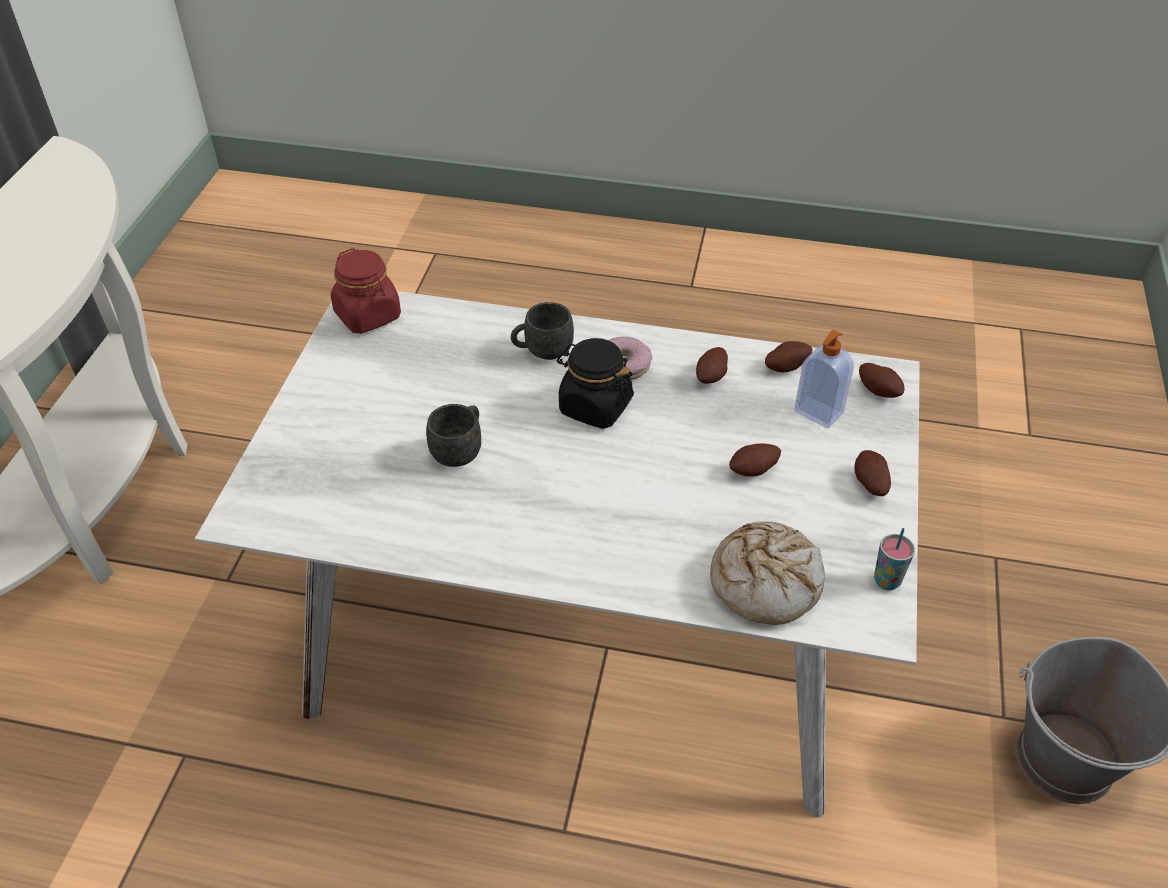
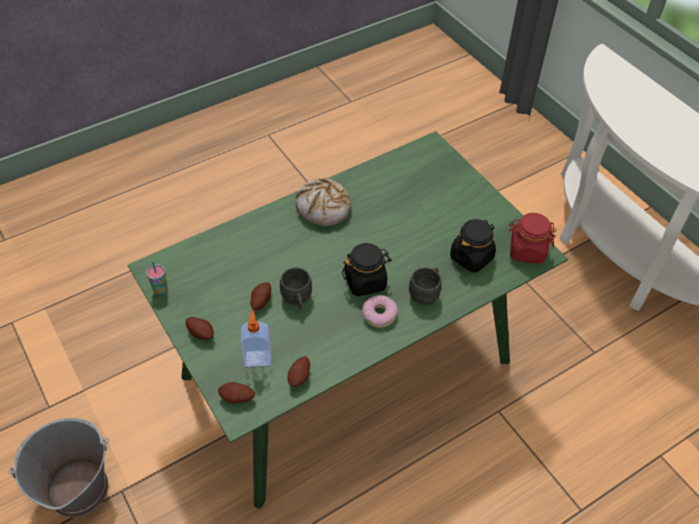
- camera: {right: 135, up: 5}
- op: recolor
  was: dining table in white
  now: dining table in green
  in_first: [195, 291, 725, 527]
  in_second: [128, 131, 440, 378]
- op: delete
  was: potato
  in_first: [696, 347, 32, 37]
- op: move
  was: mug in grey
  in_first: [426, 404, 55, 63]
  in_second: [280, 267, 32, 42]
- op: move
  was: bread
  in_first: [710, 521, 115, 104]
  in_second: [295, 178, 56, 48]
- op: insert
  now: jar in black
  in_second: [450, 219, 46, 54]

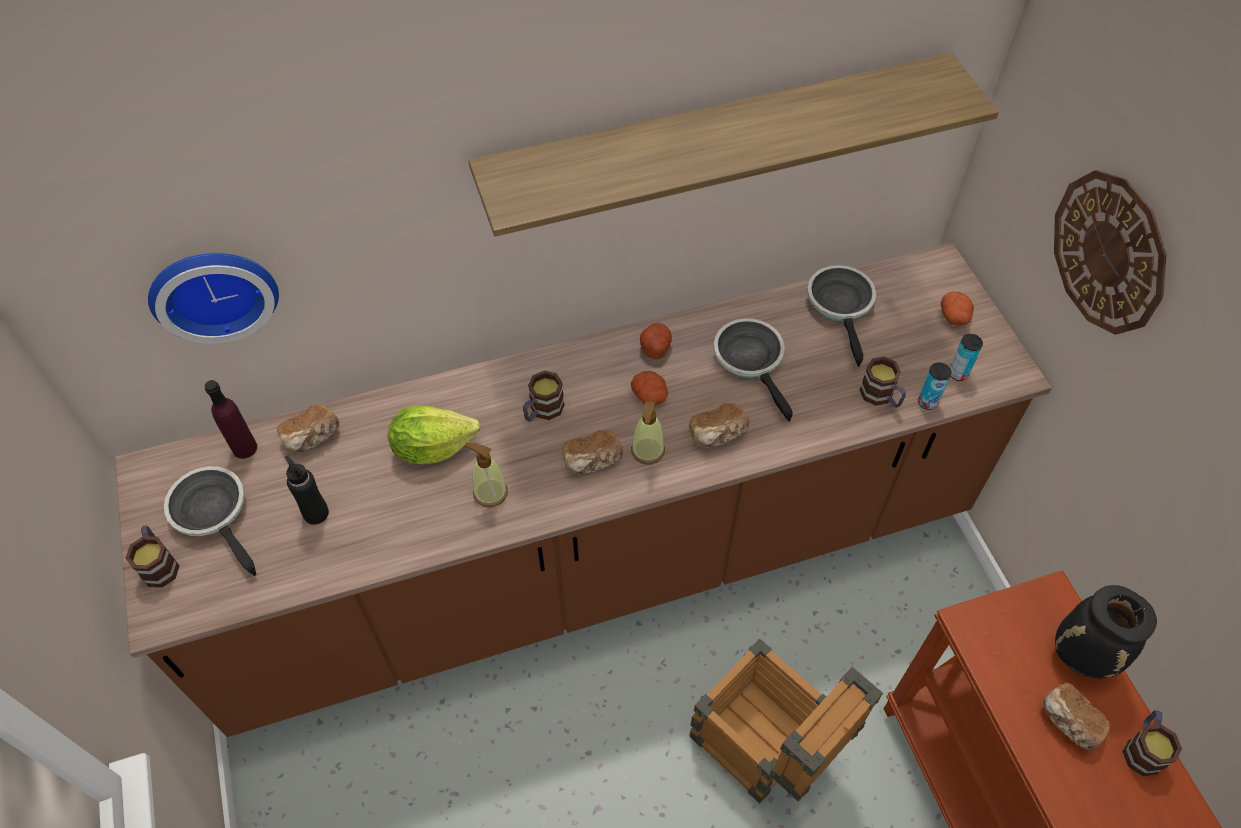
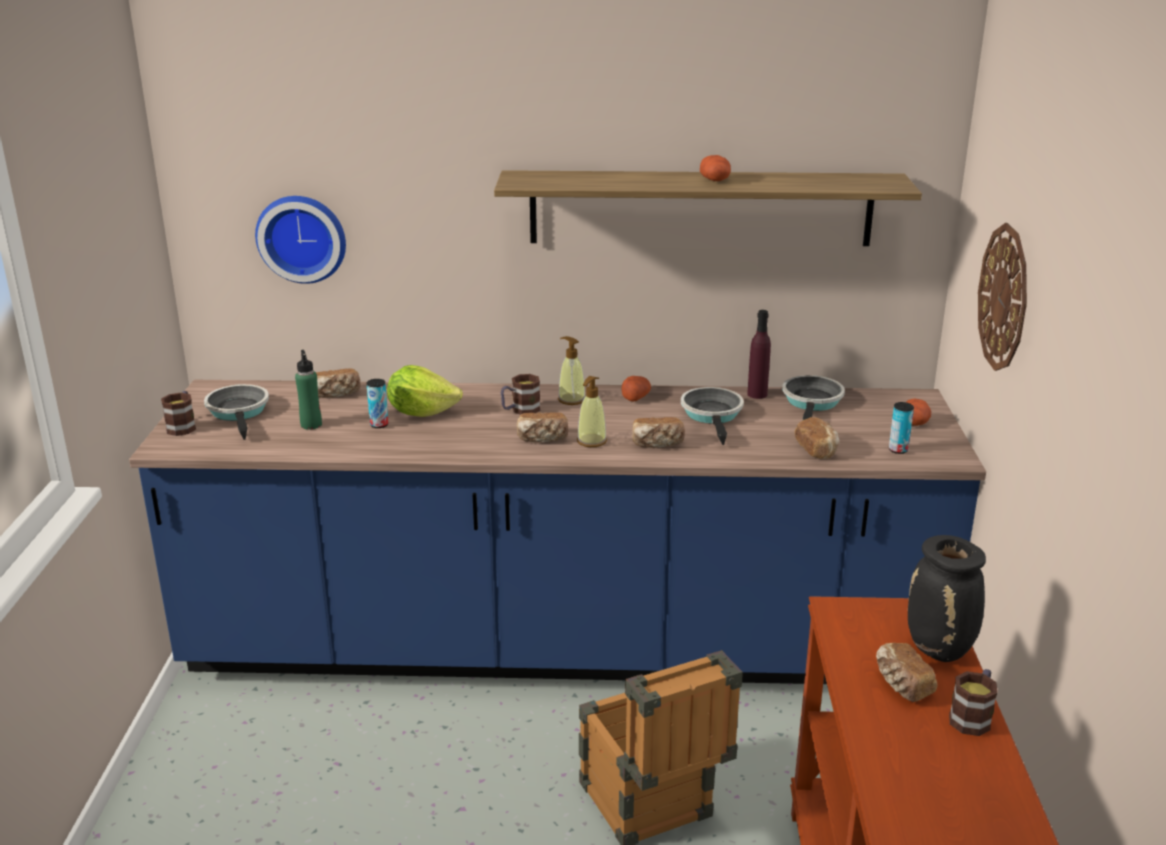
- camera: {right: 20, up: -30}
- op: recolor
  was: counter in brown
  now: counter in blue
  in_first: [115, 242, 937, 495]
  in_second: [129, 380, 857, 304]
- op: replace
  was: mug
  now: bread
  in_first: [860, 356, 46, 52]
  in_second: [795, 417, 44, 42]
- op: move
  was: can
  in_first: [918, 363, 34, 47]
  in_second: [366, 379, 22, 49]
- op: move
  was: potato
  in_first: [631, 371, 37, 35]
  in_second: [700, 155, 31, 26]
- op: move
  was: bottle in purple
  in_first: [205, 380, 52, 79]
  in_second: [747, 310, 24, 89]
- op: move
  was: soap dispenser
  in_first: [464, 443, 44, 64]
  in_second: [558, 336, 27, 69]
- op: recolor
  was: bottle in black
  now: bottle in green
  in_first: [285, 456, 44, 69]
  in_second: [295, 350, 27, 80]

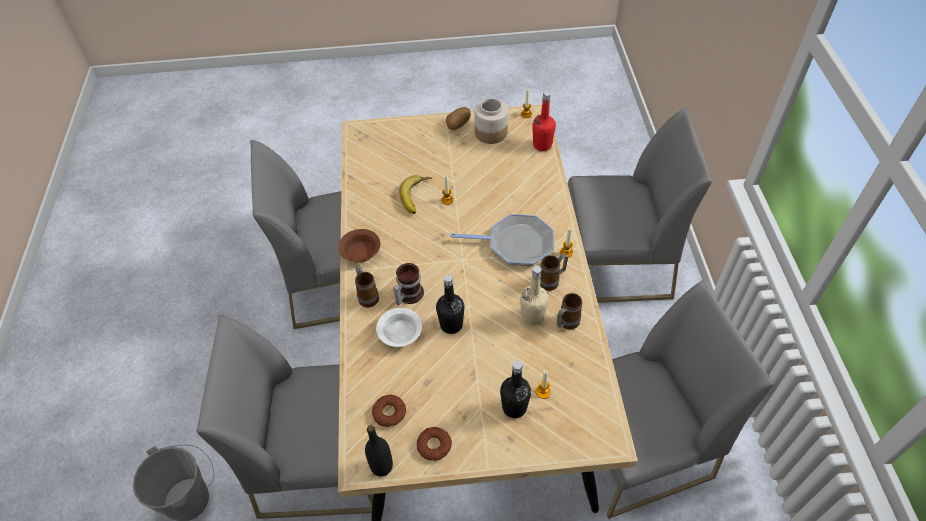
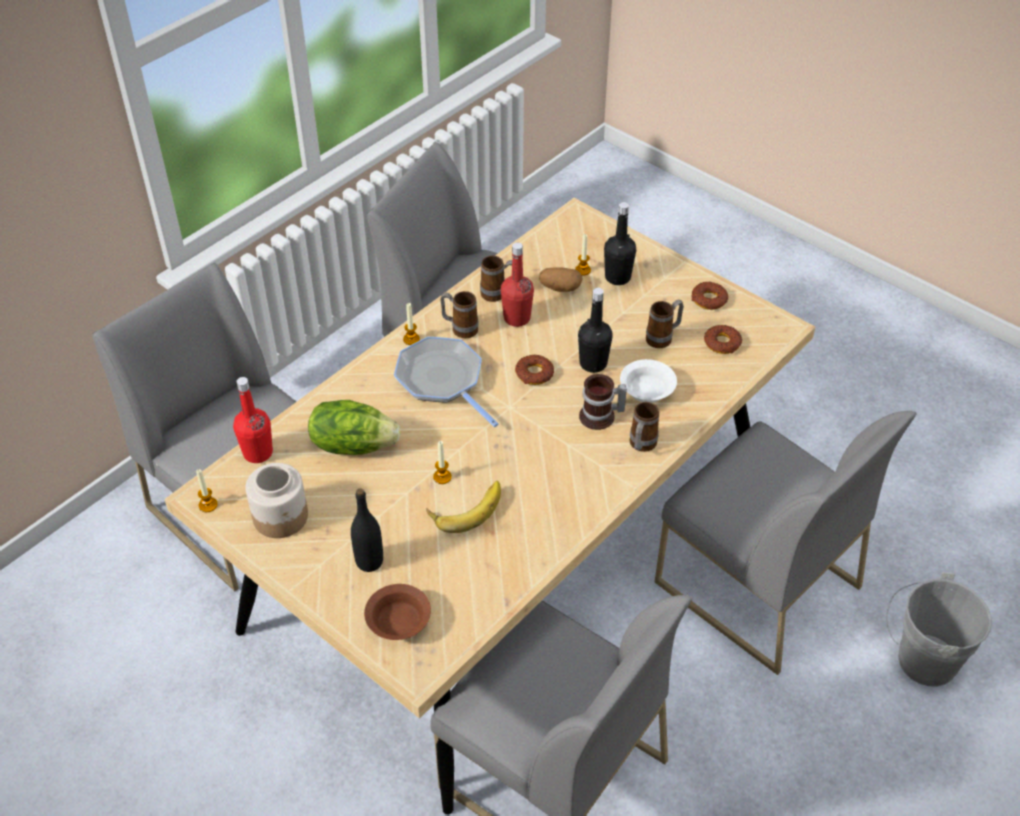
- camera: {right: -135, up: -5}
- op: move
  was: potato
  in_first: [446, 107, 25, 23]
  in_second: [539, 267, 44, 25]
- op: move
  was: bowl in brown
  in_first: [338, 229, 42, 34]
  in_second: [364, 584, 67, 56]
- op: recolor
  was: bottle in beige
  now: bottle in red
  in_first: [520, 266, 28, 59]
  in_second: [501, 242, 33, 85]
- op: move
  was: bottle in black
  in_first: [365, 425, 28, 51]
  in_second: [351, 488, 32, 84]
- op: insert
  now: mug
  in_second: [646, 299, 38, 49]
- op: insert
  now: donut
  in_second: [515, 355, 39, 30]
- op: insert
  now: lettuce
  in_second: [308, 400, 93, 55]

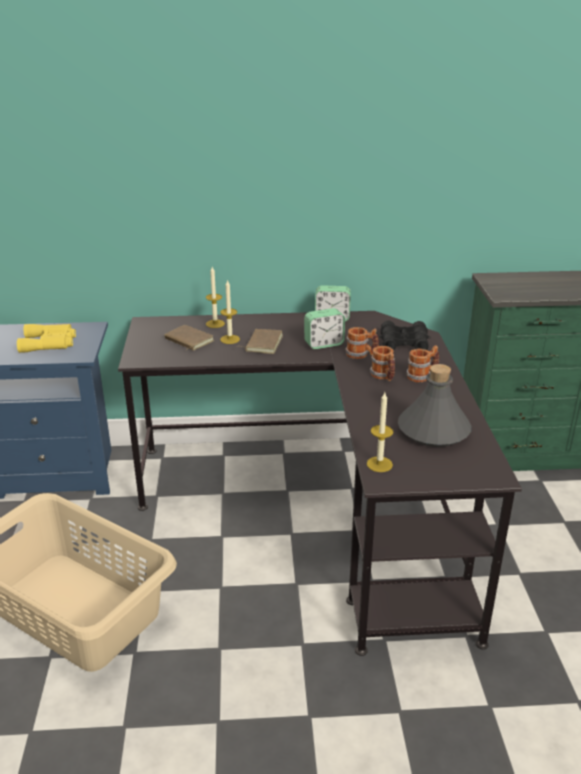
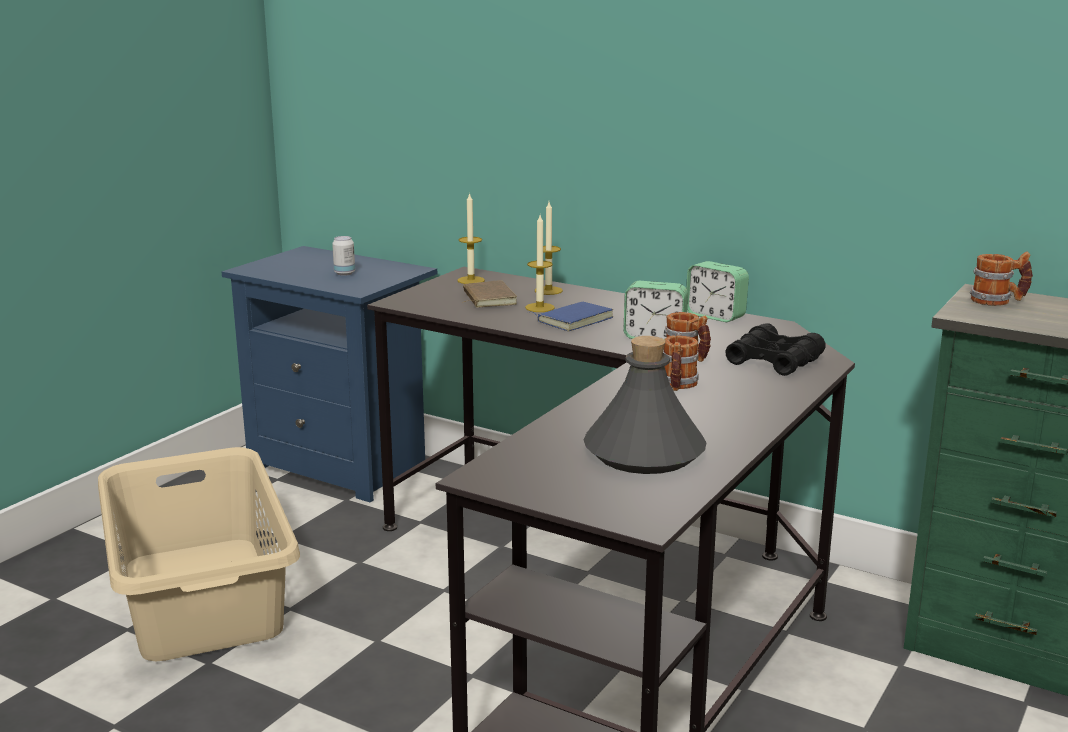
- camera: {right: 35, up: -10}
- op: replace
  was: binoculars in yellow
  now: can
  in_first: [17, 324, 59, 29]
  in_second: [332, 236, 23, 40]
- op: recolor
  was: book in brown
  now: book in blue
  in_first: [236, 329, 47, 25]
  in_second: [532, 302, 81, 29]
- op: move
  was: mug
  in_first: [407, 345, 33, 37]
  in_second: [970, 251, 63, 55]
- op: move
  was: candle
  in_first: [367, 393, 26, 79]
  in_second: [457, 192, 28, 92]

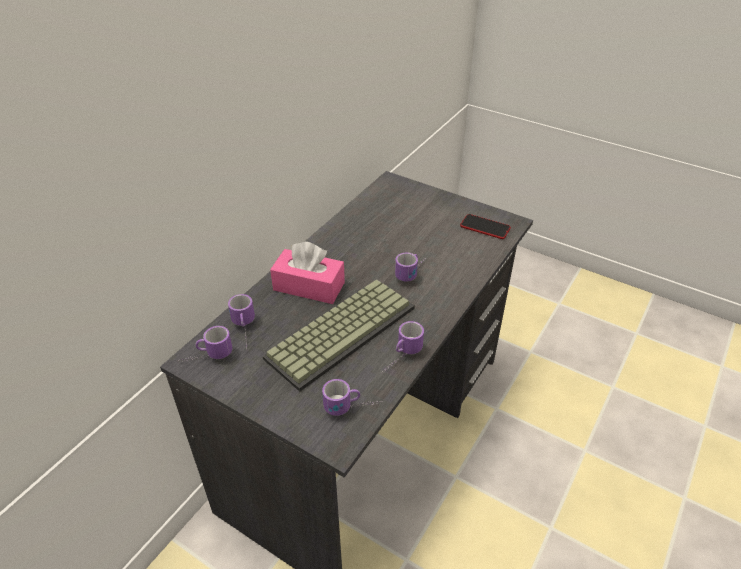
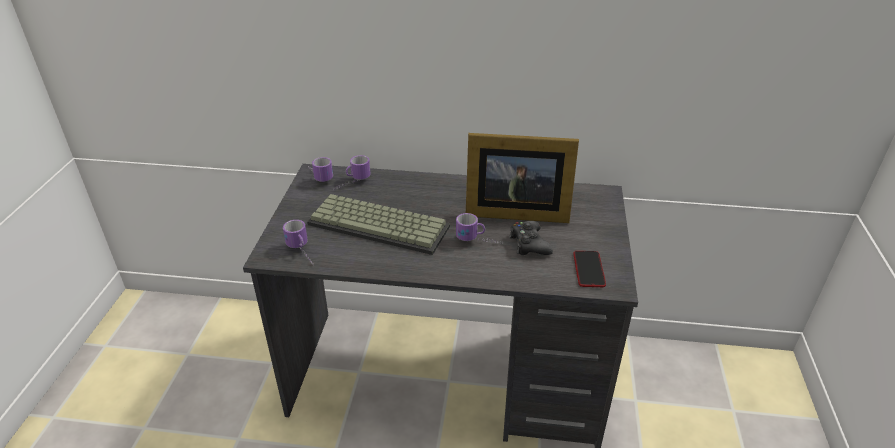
- camera: {right: 65, up: -5}
- op: delete
  was: tissue box in pink
  in_first: [270, 241, 75, 63]
- op: delete
  was: mug
  in_first: [382, 321, 42, 52]
- op: insert
  now: picture frame
  in_second: [466, 133, 113, 90]
- op: insert
  now: game controller in black
  in_second: [509, 221, 44, 34]

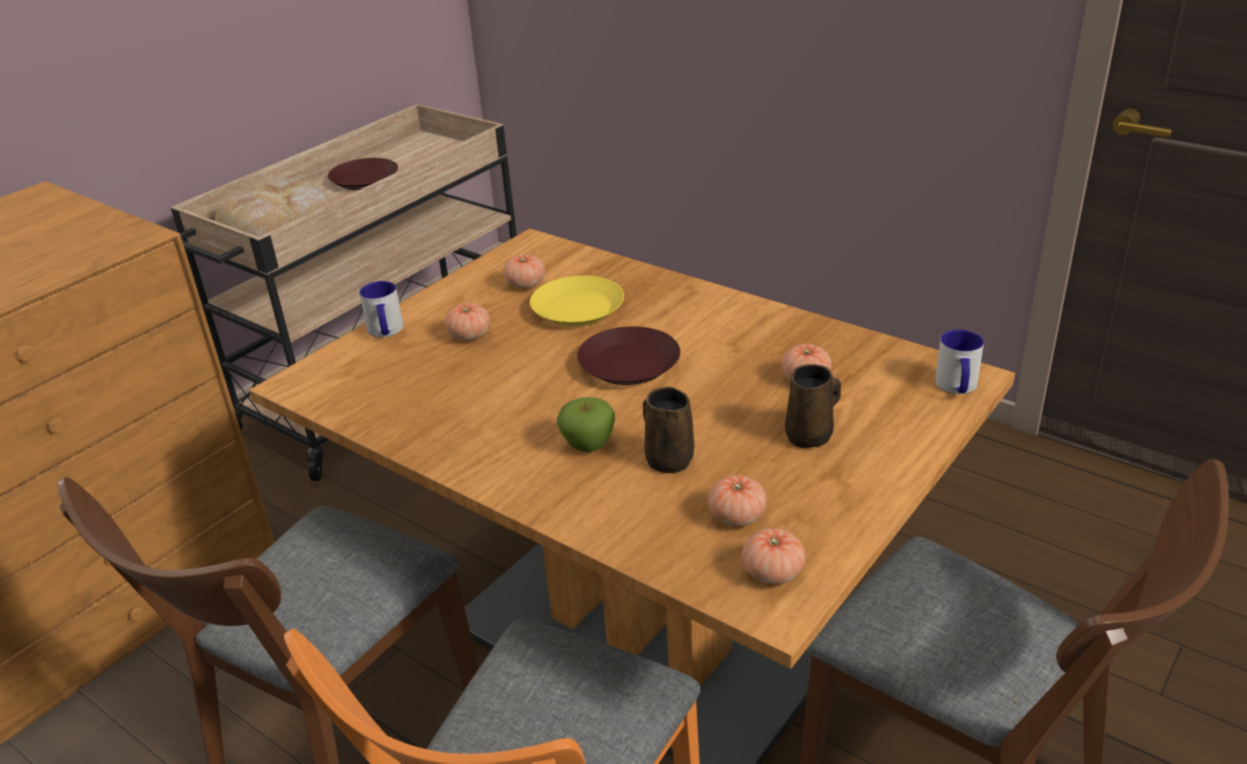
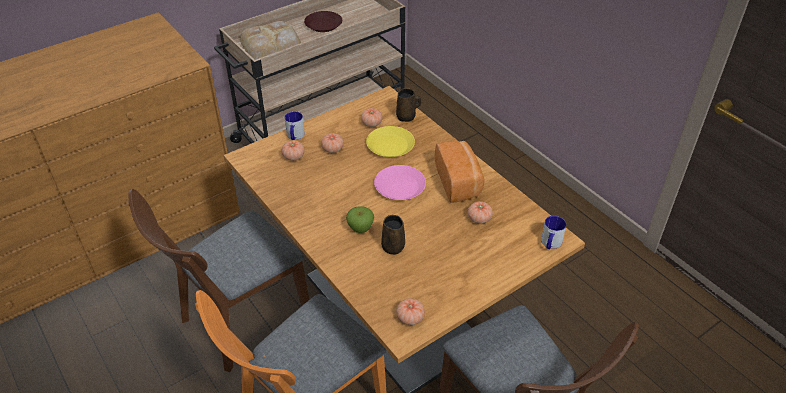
- camera: {right: 15, up: 10}
- op: recolor
  was: plate in brown
  now: plate in pink
  in_first: [577, 326, 103, 59]
  in_second: [374, 165, 52, 35]
- op: move
  was: mug in brown
  in_first: [785, 364, 56, 84]
  in_second: [396, 88, 25, 34]
- op: move
  was: tomato
  in_first: [708, 475, 59, 51]
  in_second: [282, 141, 23, 20]
- op: insert
  now: bread
  in_second: [435, 140, 50, 63]

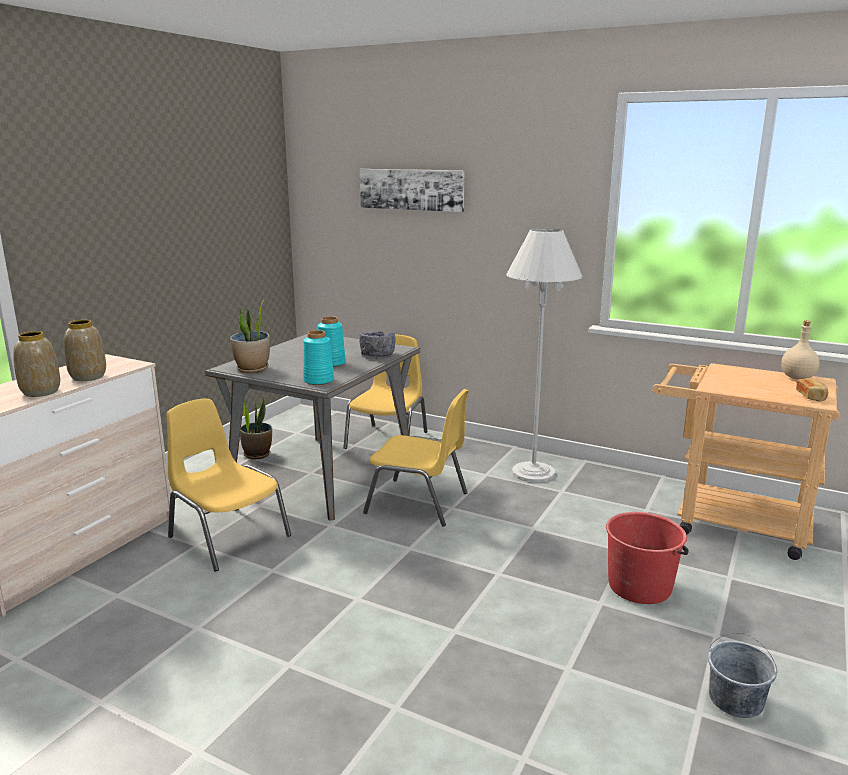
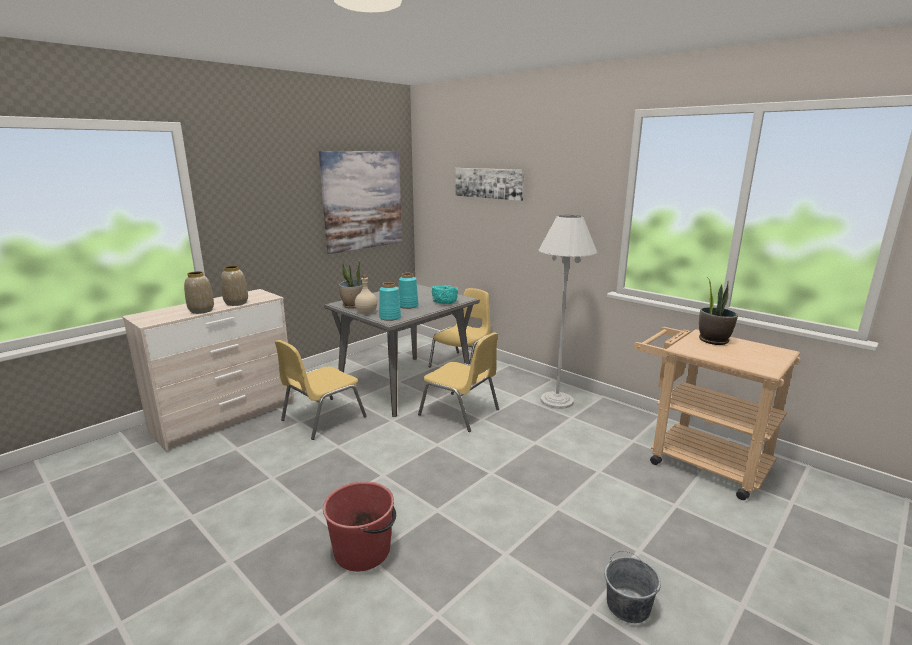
- camera: {right: 15, up: 0}
- op: move
  was: bottle in beige
  in_first: [781, 321, 39, 59]
  in_second: [355, 275, 22, 39]
- op: recolor
  was: bowl in grey
  now: bowl in turquoise
  in_first: [359, 331, 37, 26]
  in_second: [432, 285, 26, 19]
- op: delete
  was: bread
  in_first: [796, 378, 33, 24]
- op: move
  was: potted plant
  in_first: [240, 398, 32, 62]
  in_second: [699, 277, 39, 68]
- op: rotate
  was: chair in yellow
  in_first: [166, 399, 125, 173]
  in_second: [275, 340, 92, 100]
  clockwise: -105
- op: move
  was: bucket in red
  in_first: [606, 512, 83, 92]
  in_second: [323, 481, 73, 90]
- op: insert
  now: picture
  in_second: [319, 151, 83, 103]

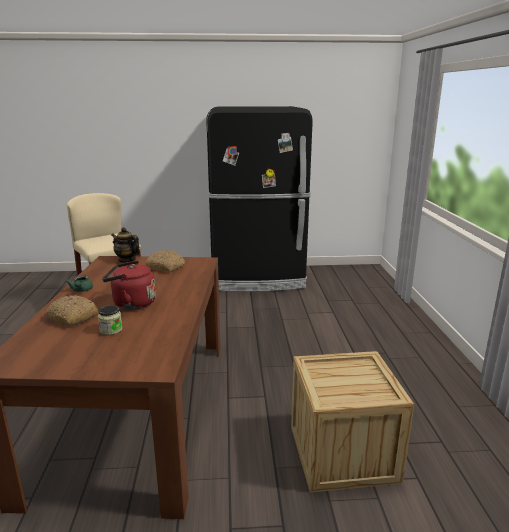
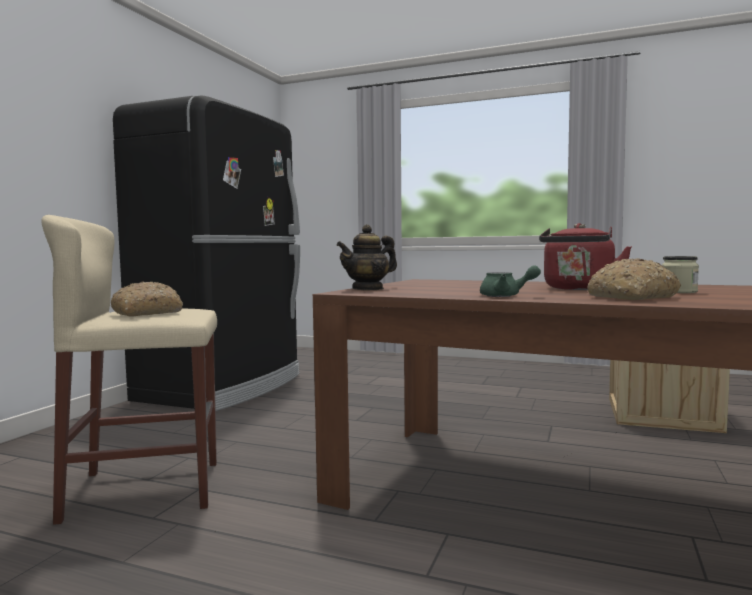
- camera: {right: -65, up: -15}
- op: move
  was: bread
  in_first: [145, 250, 40, 22]
  in_second: [111, 282, 72, 35]

